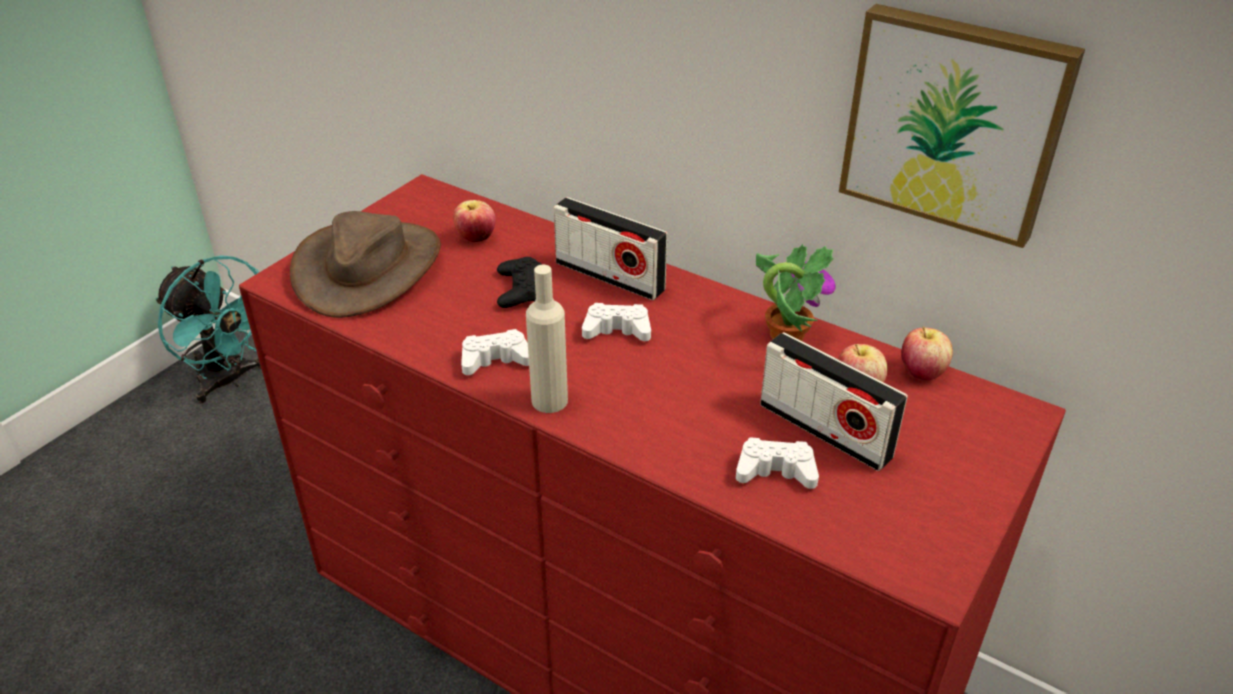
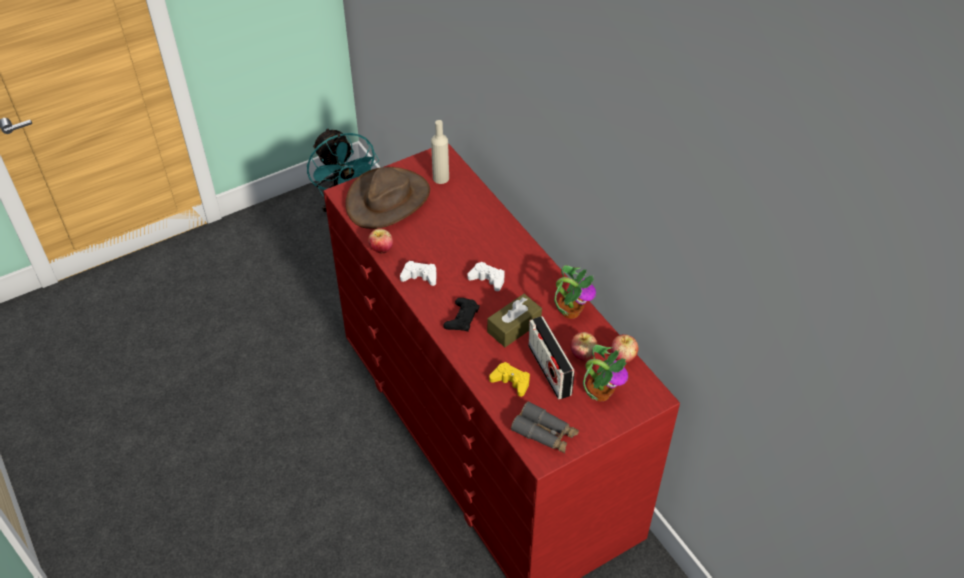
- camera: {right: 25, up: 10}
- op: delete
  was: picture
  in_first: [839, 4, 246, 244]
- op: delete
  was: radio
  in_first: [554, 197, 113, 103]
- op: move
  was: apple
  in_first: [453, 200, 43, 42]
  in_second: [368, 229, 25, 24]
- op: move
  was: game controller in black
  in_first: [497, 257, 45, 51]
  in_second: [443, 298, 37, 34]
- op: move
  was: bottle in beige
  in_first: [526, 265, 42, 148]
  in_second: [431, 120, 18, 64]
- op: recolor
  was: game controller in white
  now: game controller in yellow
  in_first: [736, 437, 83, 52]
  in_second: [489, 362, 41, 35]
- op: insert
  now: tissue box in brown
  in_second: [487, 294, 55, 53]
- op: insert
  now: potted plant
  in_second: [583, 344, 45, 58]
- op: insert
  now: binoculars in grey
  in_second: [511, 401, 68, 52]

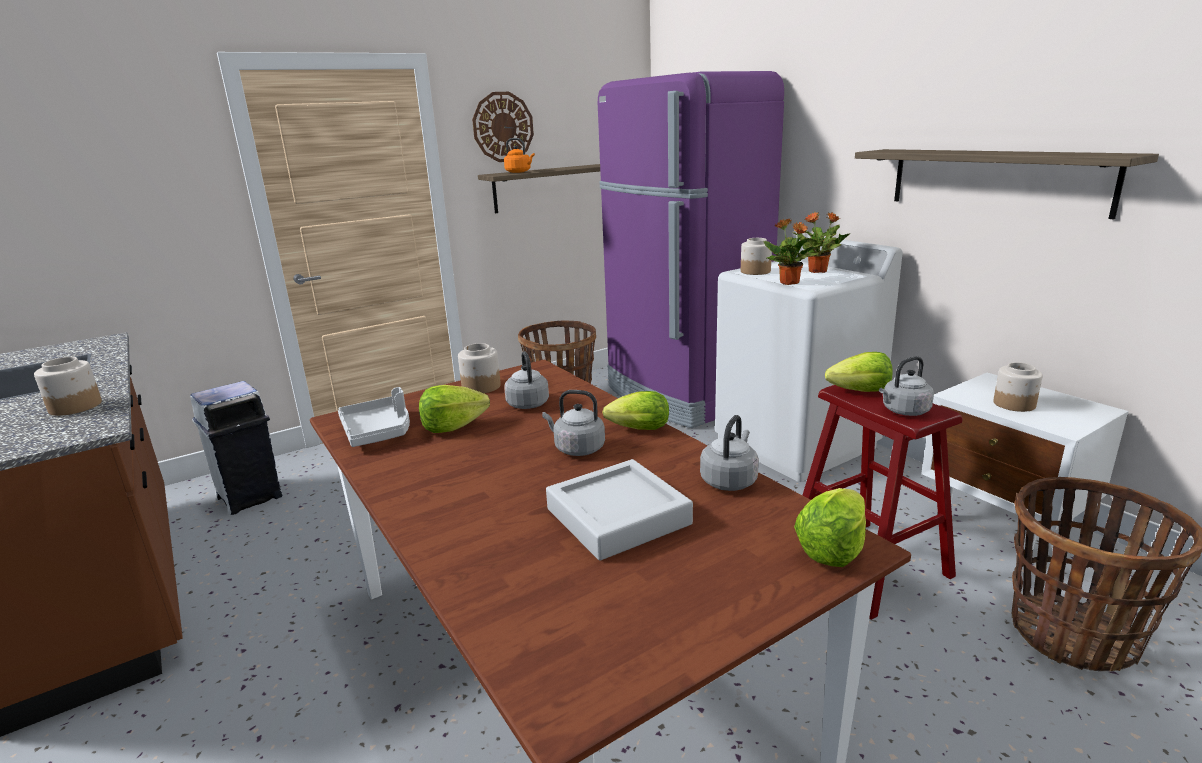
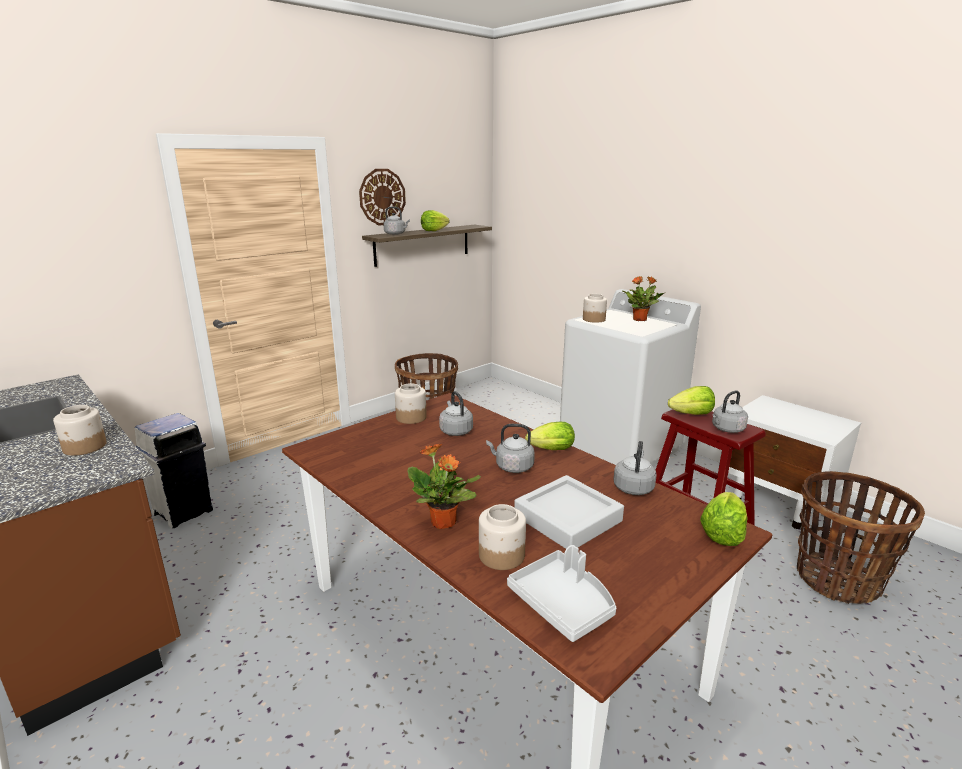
- camera: {right: -10, up: 0}
- op: delete
  was: fridge in purple
  in_first: [598, 71, 186, 357]
- op: recolor
  was: kettle in orange
  now: kettle in grey
  in_first: [504, 138, 31, 35]
  in_second: [384, 207, 26, 28]
- op: delete
  was: shelf
  in_first: [855, 149, 304, 70]
- op: move
  was: potted plant
  in_first: [764, 219, 57, 66]
  in_second: [408, 443, 73, 86]
- op: move
  was: jar
  in_first: [993, 362, 50, 50]
  in_second: [479, 504, 47, 66]
- op: move
  was: lettuce
  in_first: [419, 385, 71, 48]
  in_second: [421, 210, 29, 21]
- op: move
  was: tray in grey
  in_first: [338, 387, 72, 60]
  in_second: [507, 545, 109, 97]

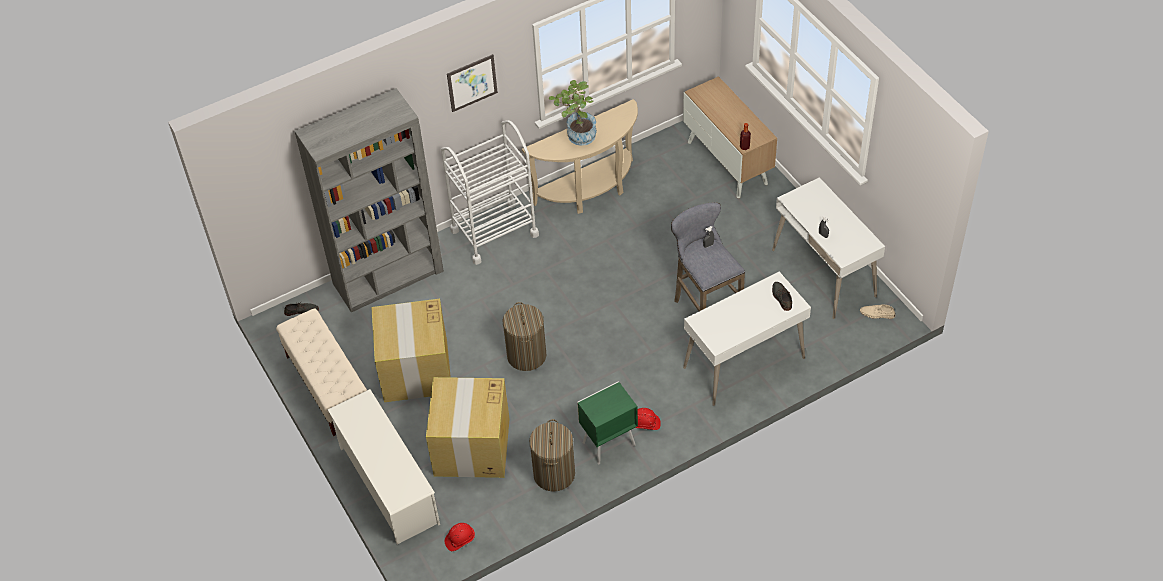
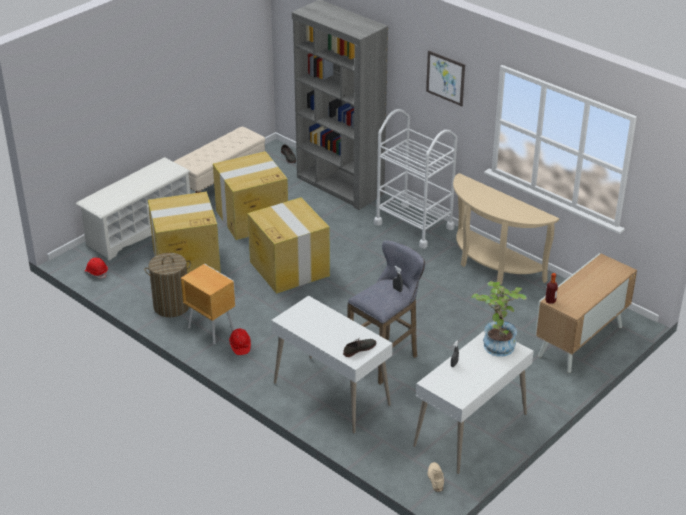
- camera: {right: 70, up: -15}
- op: move
  was: potted plant
  in_first: [549, 80, 48, 66]
  in_second: [471, 281, 56, 76]
- op: replace
  was: laundry basket
  now: cardboard box
  in_first: [503, 302, 44, 69]
  in_second: [248, 197, 82, 97]
- op: recolor
  was: nightstand in green
  now: nightstand in brown
  in_first: [577, 381, 61, 84]
  in_second: [181, 264, 55, 80]

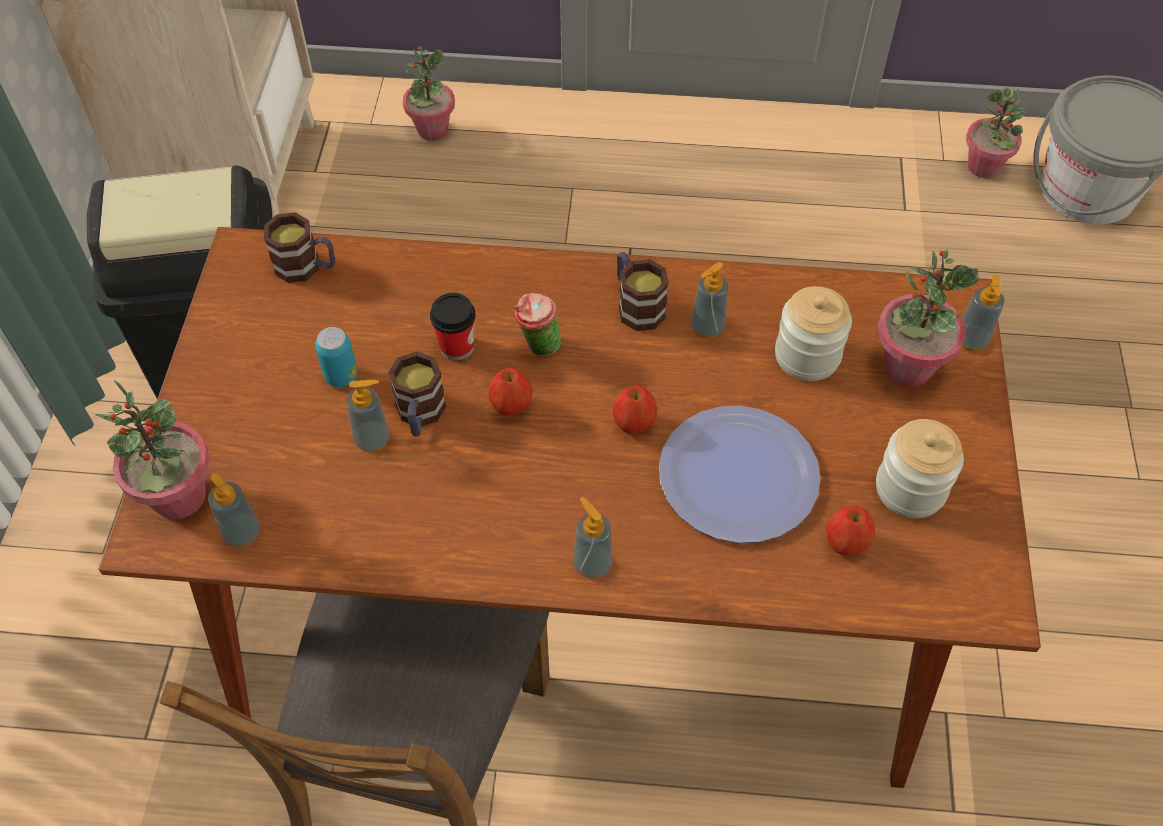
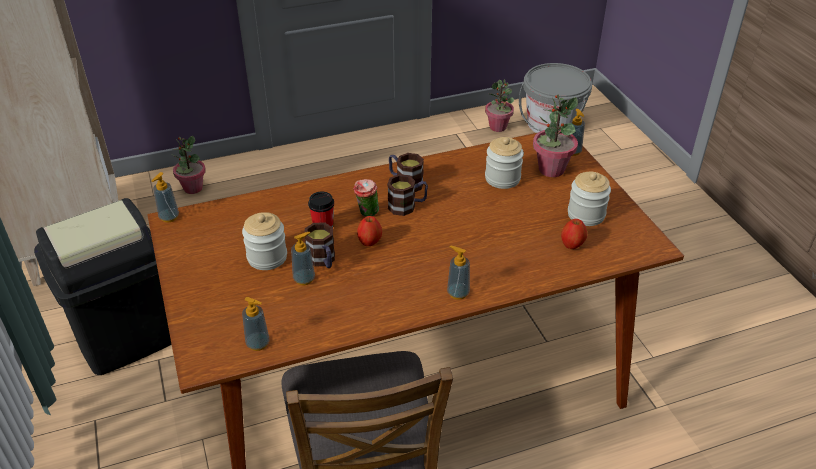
- camera: {right: -25, up: -15}
- op: move
  was: mug
  in_first: [264, 212, 71, 71]
  in_second: [387, 174, 41, 42]
- op: move
  was: soap dispenser
  in_first: [691, 262, 38, 76]
  in_second: [152, 172, 27, 51]
- op: replace
  was: can
  now: jar
  in_first: [315, 327, 43, 60]
  in_second: [242, 212, 45, 58]
- op: delete
  was: potted plant
  in_first: [95, 380, 115, 139]
- op: delete
  was: apple
  in_first: [613, 385, 44, 49]
- op: delete
  was: plate
  in_first: [659, 406, 162, 137]

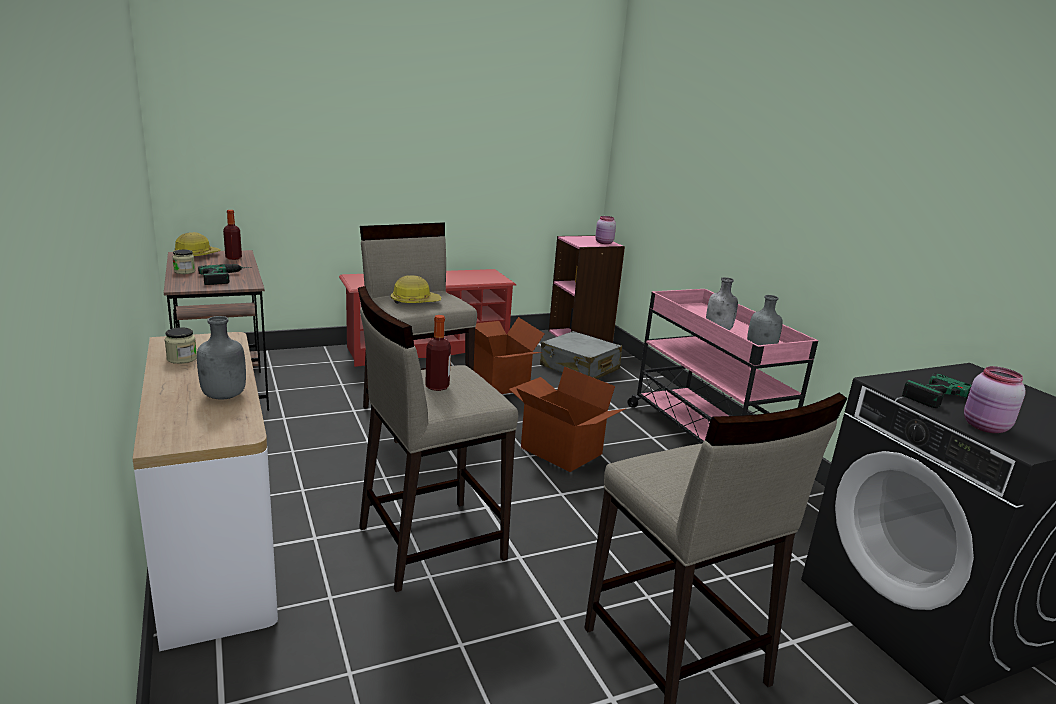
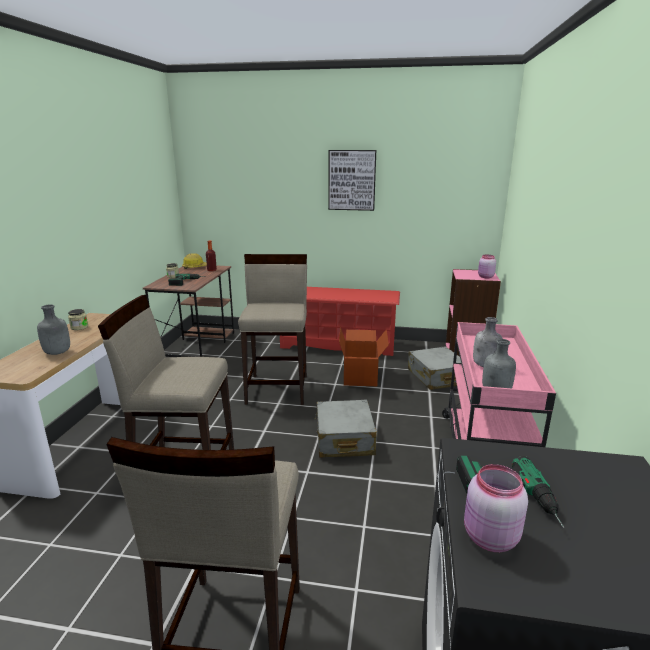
- camera: {right: 35, up: 0}
- op: delete
  was: hard hat
  in_first: [391, 275, 50, 29]
- op: delete
  was: bottle
  in_first: [425, 315, 26, 76]
- op: replace
  was: cardboard box
  now: suitcase in grey
  in_first: [509, 367, 116, 105]
  in_second: [315, 400, 62, 57]
- op: insert
  now: picture
  in_second: [328, 150, 48, 61]

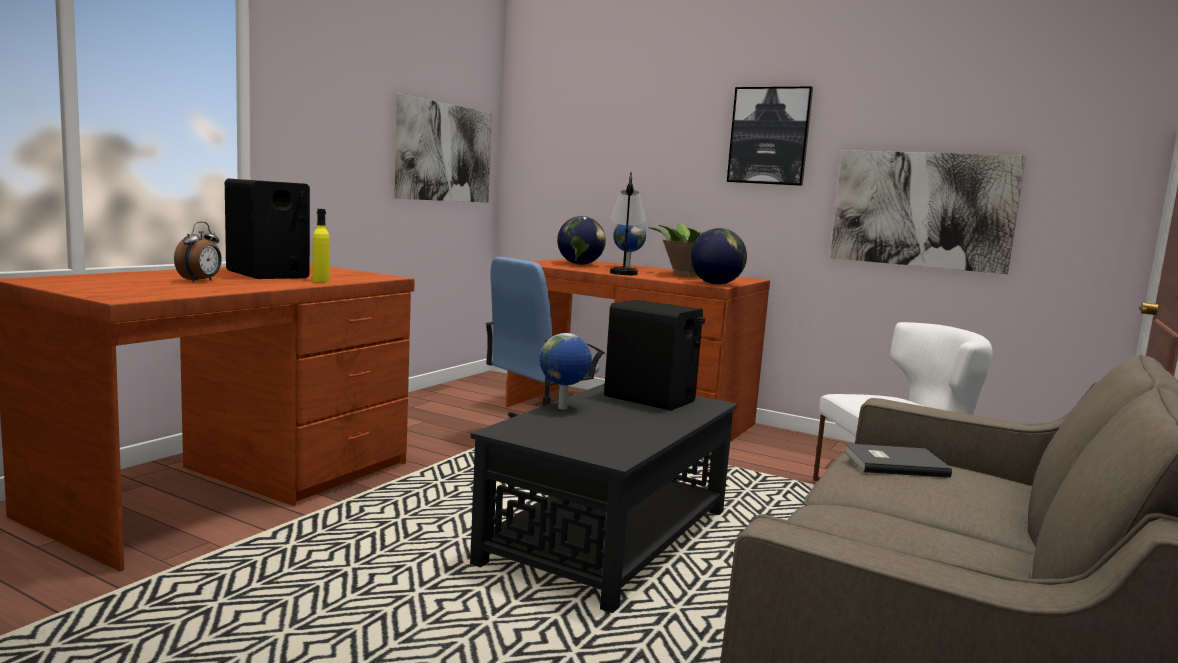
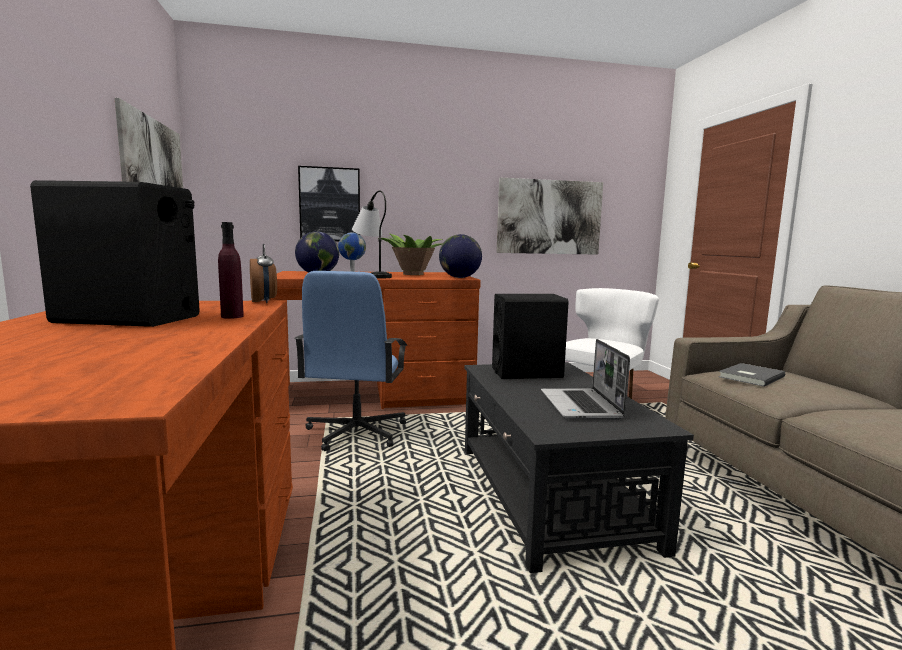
- camera: {right: -40, up: 0}
- op: move
  was: picture
  in_first: [727, 87, 86, 99]
  in_second: [298, 166, 62, 75]
- op: recolor
  was: bottle in yellow
  now: bottle in purple
  in_first: [313, 209, 17, 73]
  in_second: [218, 222, 26, 97]
- op: move
  was: alarm clock
  in_first: [174, 222, 48, 60]
  in_second: [250, 244, 27, 59]
- op: delete
  was: globe
  in_first: [539, 333, 53, 76]
- op: insert
  now: laptop
  in_second: [541, 339, 89, 80]

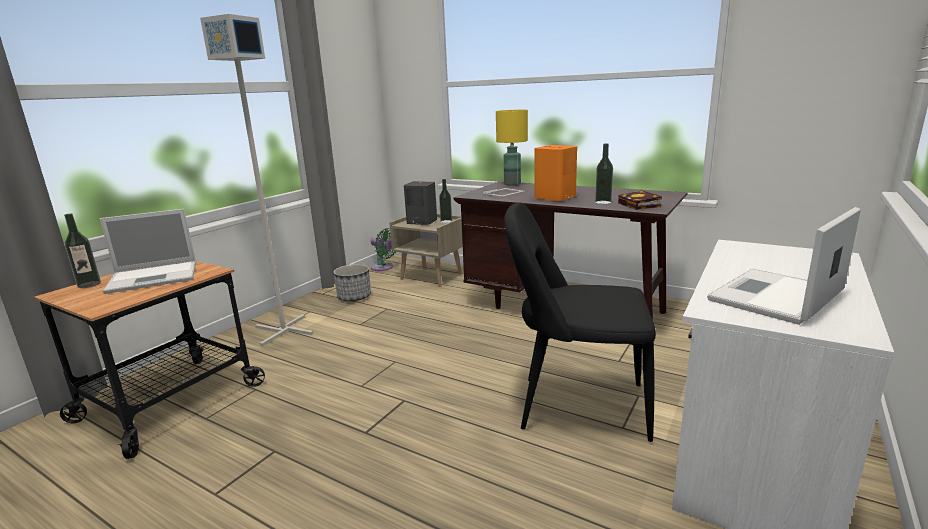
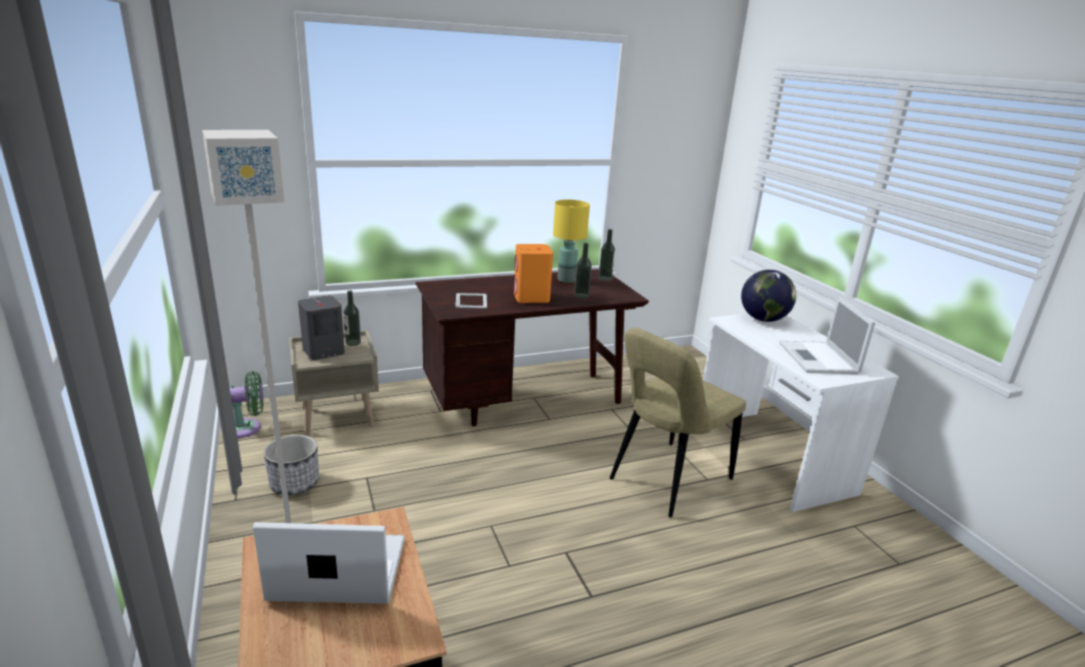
- camera: {right: -55, up: 5}
- op: move
  was: table lamp in yellow
  in_first: [496, 110, 32, 75]
  in_second: [553, 200, 37, 83]
- op: delete
  was: book
  in_first: [618, 190, 44, 20]
- op: recolor
  was: chair in black
  now: chair in beige
  in_first: [504, 202, 152, 240]
  in_second: [610, 327, 136, 191]
- op: rotate
  was: laptop
  in_first: [100, 209, 96, 85]
  in_second: [253, 522, 152, 82]
  clockwise: -105
- op: move
  was: bottle
  in_first: [64, 214, 37, 74]
  in_second: [598, 229, 17, 52]
- op: insert
  now: globe
  in_second: [741, 270, 55, 52]

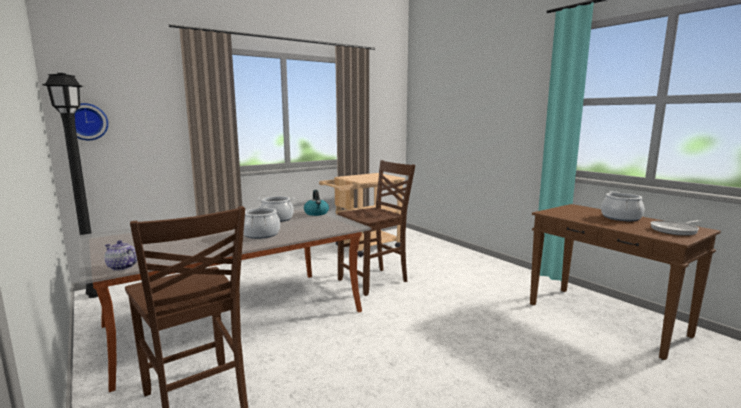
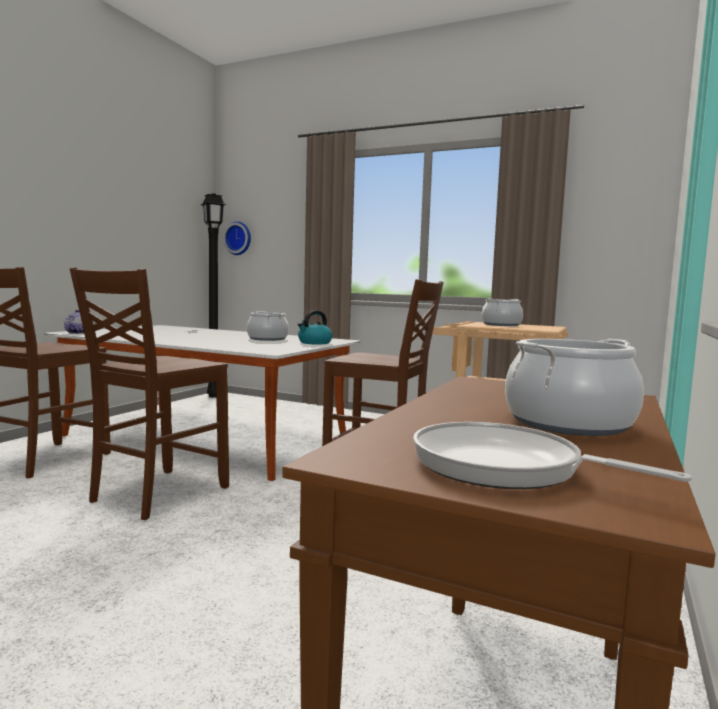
- camera: {right: 60, up: -5}
- op: move
  was: cooking pot
  in_first: [243, 206, 37, 33]
  in_second: [482, 299, 41, 27]
- op: insert
  now: chair in brown
  in_second: [70, 268, 159, 252]

